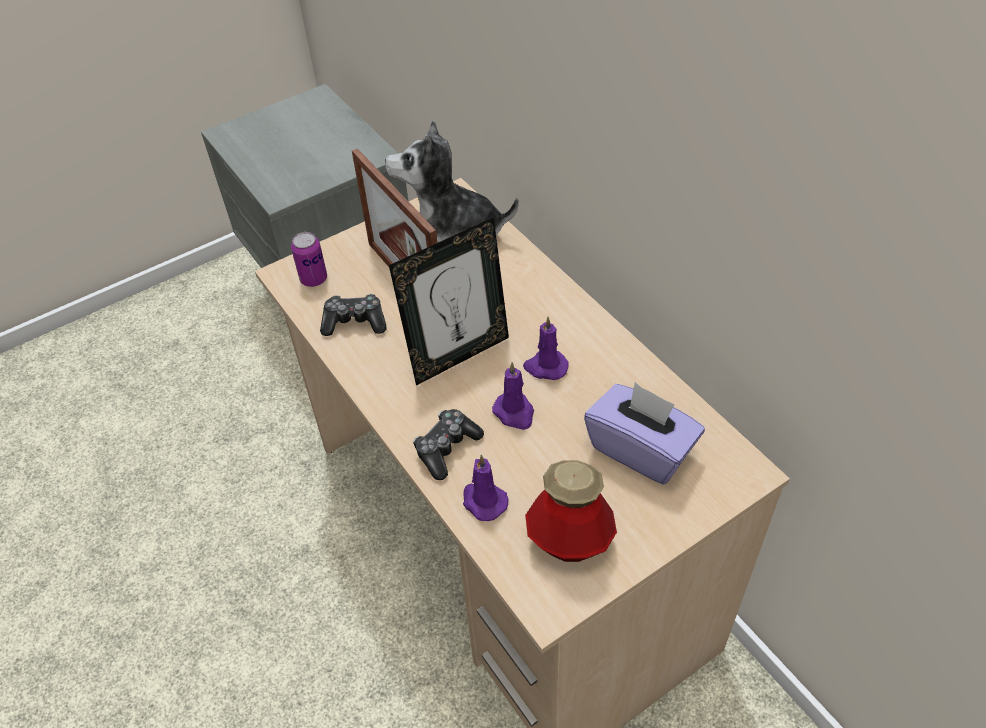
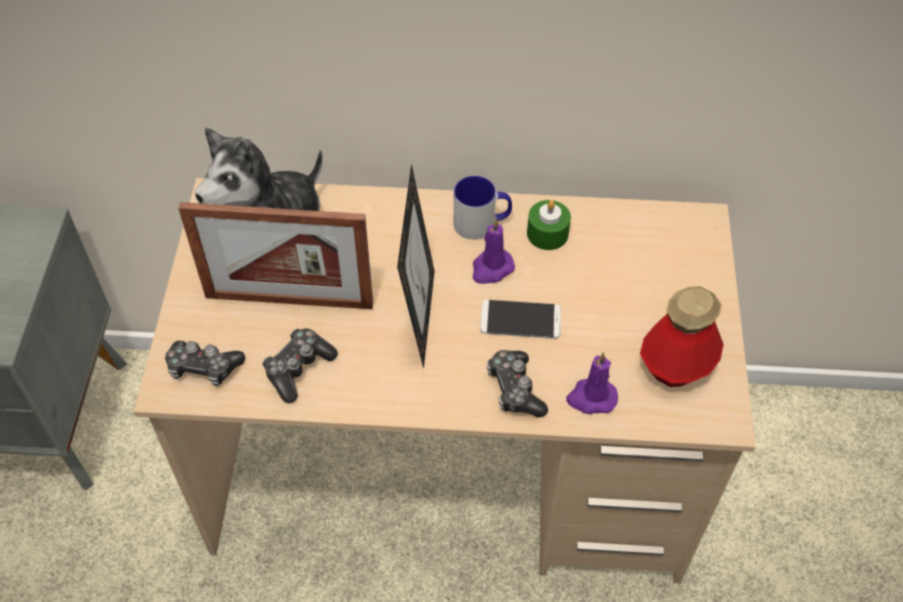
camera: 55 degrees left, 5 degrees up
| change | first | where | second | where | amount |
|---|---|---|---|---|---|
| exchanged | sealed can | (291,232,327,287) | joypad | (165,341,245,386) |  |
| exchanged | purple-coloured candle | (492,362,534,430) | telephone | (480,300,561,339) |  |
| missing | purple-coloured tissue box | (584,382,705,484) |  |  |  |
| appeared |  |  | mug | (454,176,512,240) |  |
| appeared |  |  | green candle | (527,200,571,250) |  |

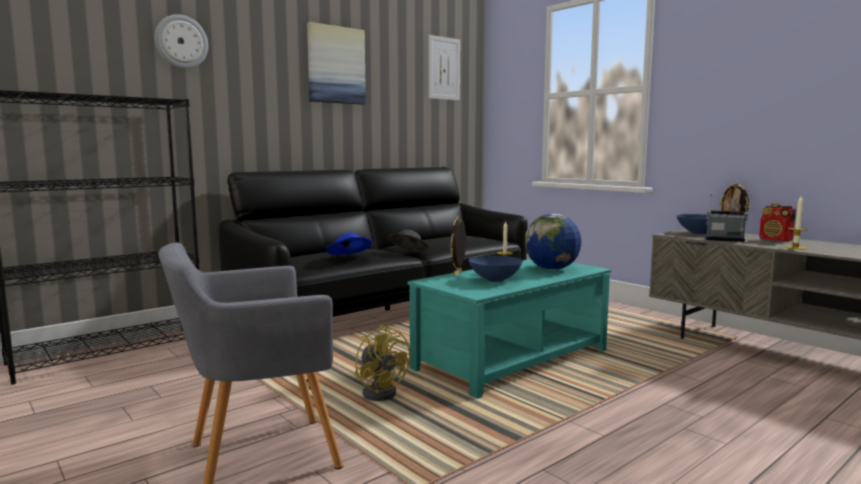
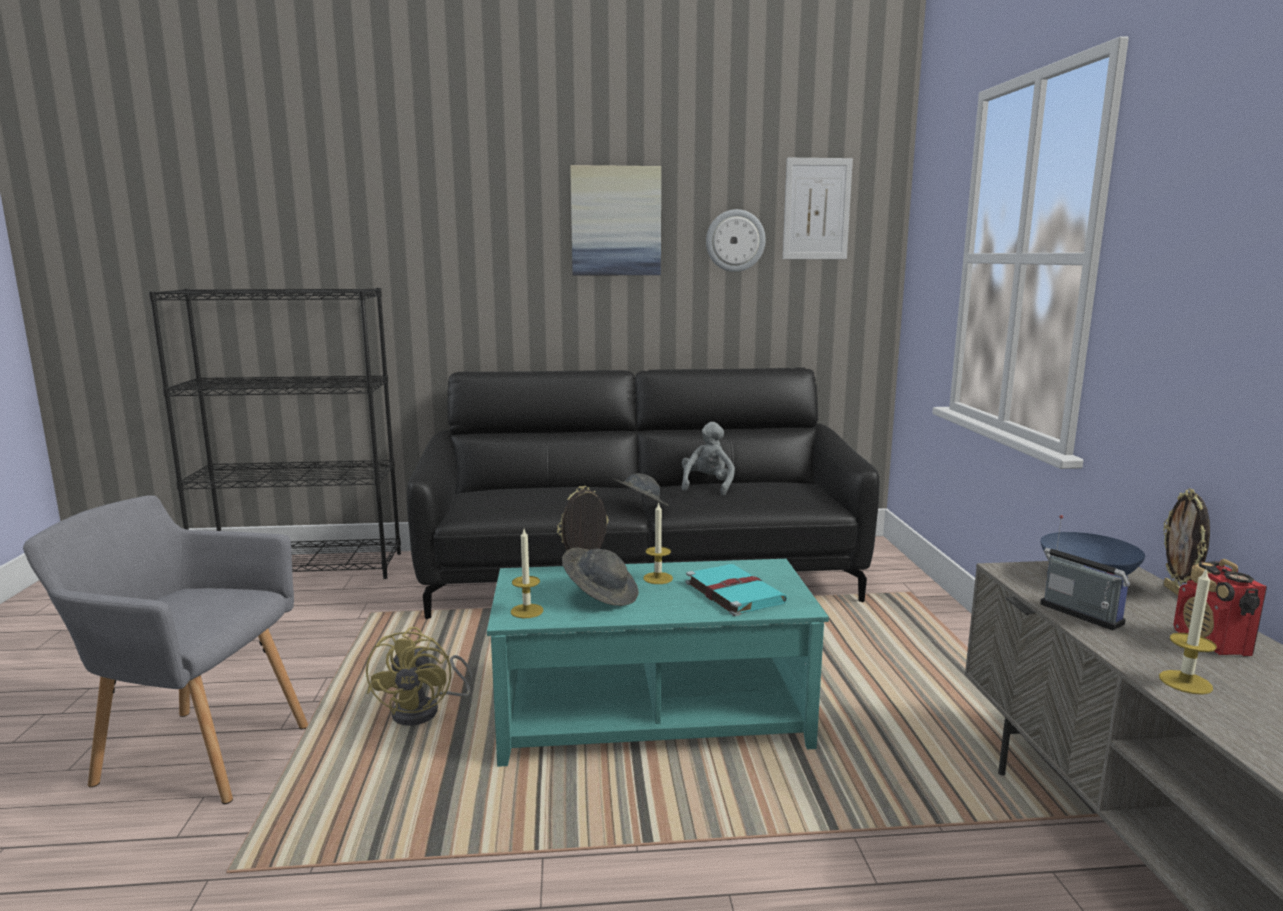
camera: 35 degrees right, 5 degrees up
| change | first | where | second | where | amount |
|---|---|---|---|---|---|
| relocated | hanging clock | (155,14,208,69) |  | (706,209,766,272) |  |
| exchanged | globe | (525,214,581,270) | turquoise bound book | (686,564,787,616) |  |
| missing | blue-coloured wearable hat | (326,233,372,255) |  |  |  |
| exchanged | blue-coloured serving bowl | (469,256,523,282) | greyish wearable hat | (562,547,639,606) |  |
| appeared |  |  | greyish soft toy | (682,422,735,496) |  |
| appeared |  |  | candle | (511,529,543,618) |  |

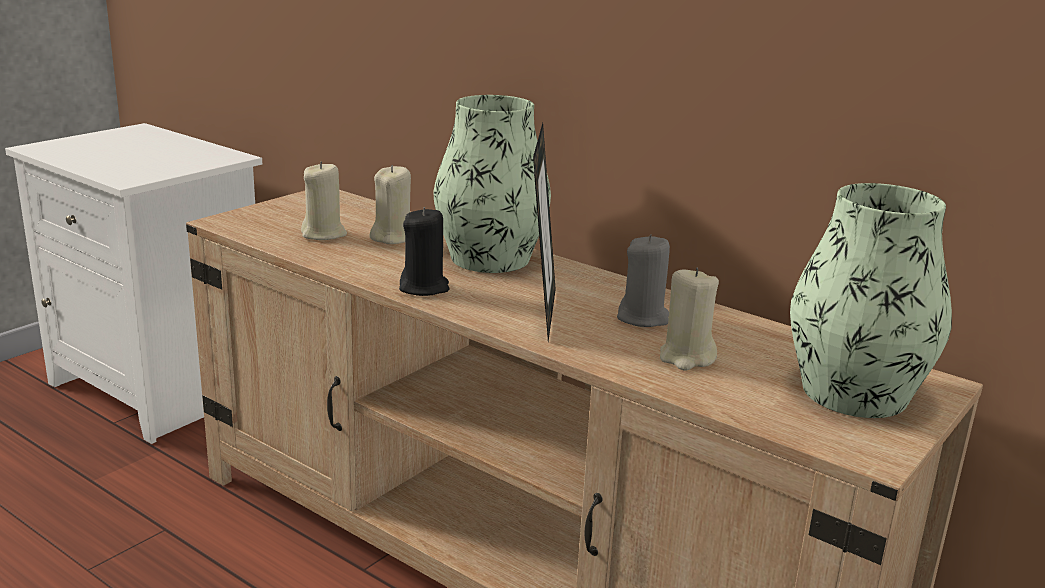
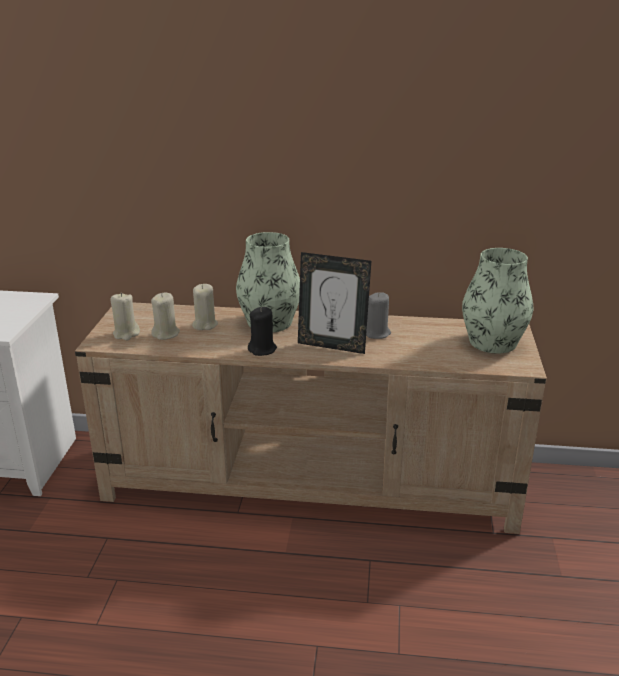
camera: 30 degrees left, 5 degrees up
| change | first | where | second | where | amount |
|---|---|---|---|---|---|
| spun | photo frame | (533,123,556,341) |  | (298,252,371,354) | 135 degrees clockwise |
| relocated | beige-coloured candle | (660,267,719,371) |  | (110,293,140,340) |  |

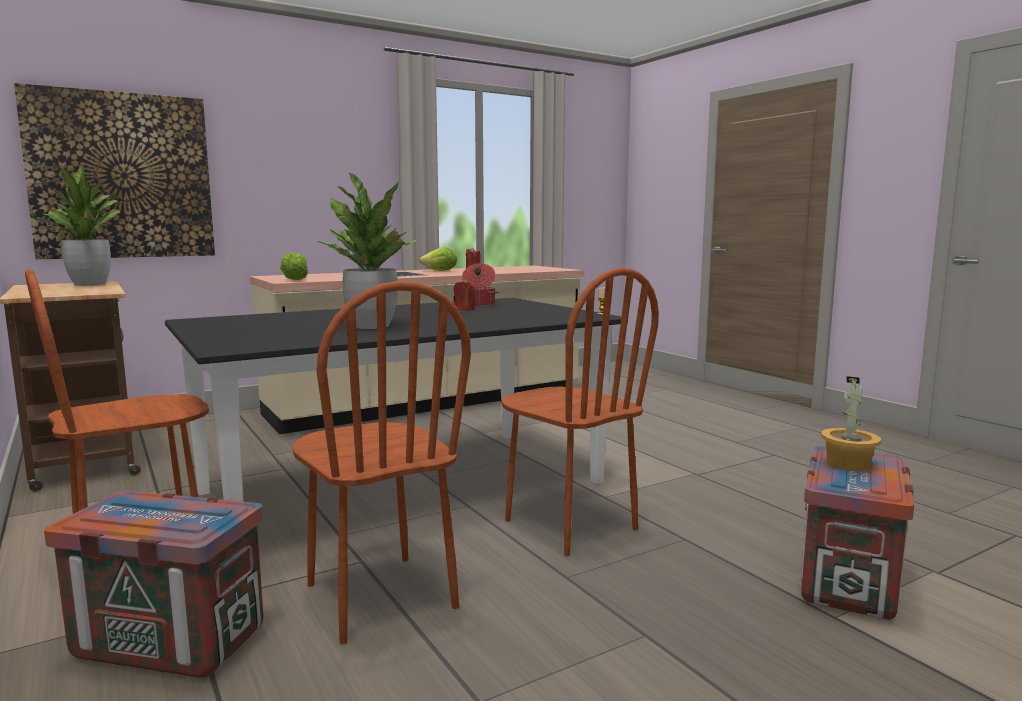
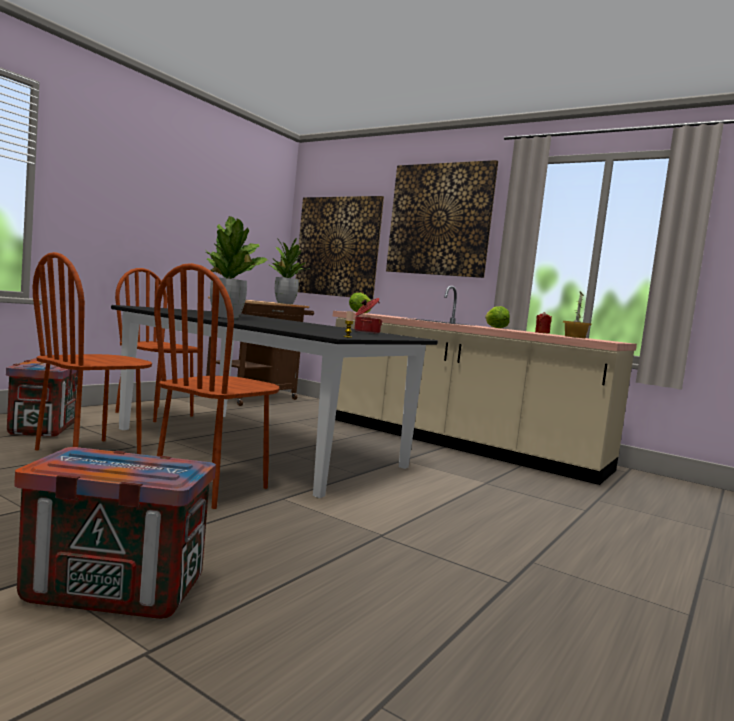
camera: 65 degrees right, 5 degrees down
| change | first | where | second | where | amount |
|---|---|---|---|---|---|
| missing | reddish candle | (454,279,475,311) |  |  |  |
| relocated | potted plant | (821,376,881,471) |  | (563,292,591,338) |  |
| appeared |  |  | wall picture | (386,160,498,278) |  |

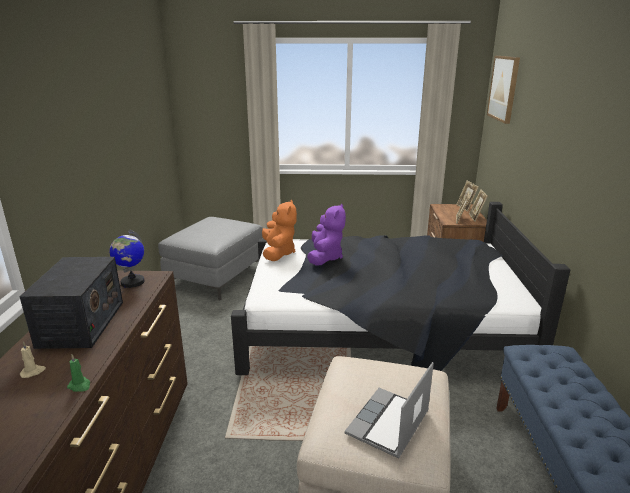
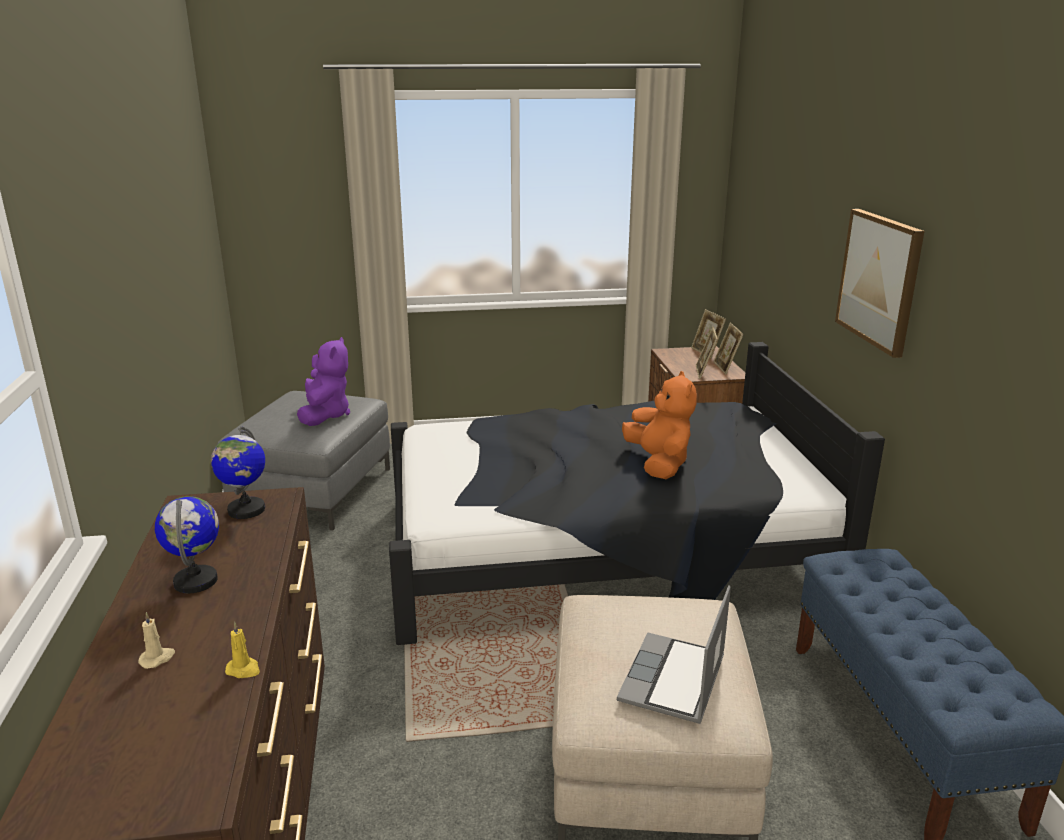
camera: 10 degrees left, 0 degrees up
| change | first | where | second | where | amount |
|---|---|---|---|---|---|
| relocated | wall picture | (487,56,520,124) |  | (835,209,924,358) |  |
| relocated | orange-coloured soft toy | (262,200,297,261) |  | (622,371,697,479) |  |
| relocated | purple-coloured soft toy | (307,204,346,266) |  | (297,337,350,426) |  |
| exchanged | radio | (19,257,123,349) | globe | (155,496,219,594) |  |
| colour | green candle | (67,354,90,392) | yellowish candle | (225,622,260,678) |  |

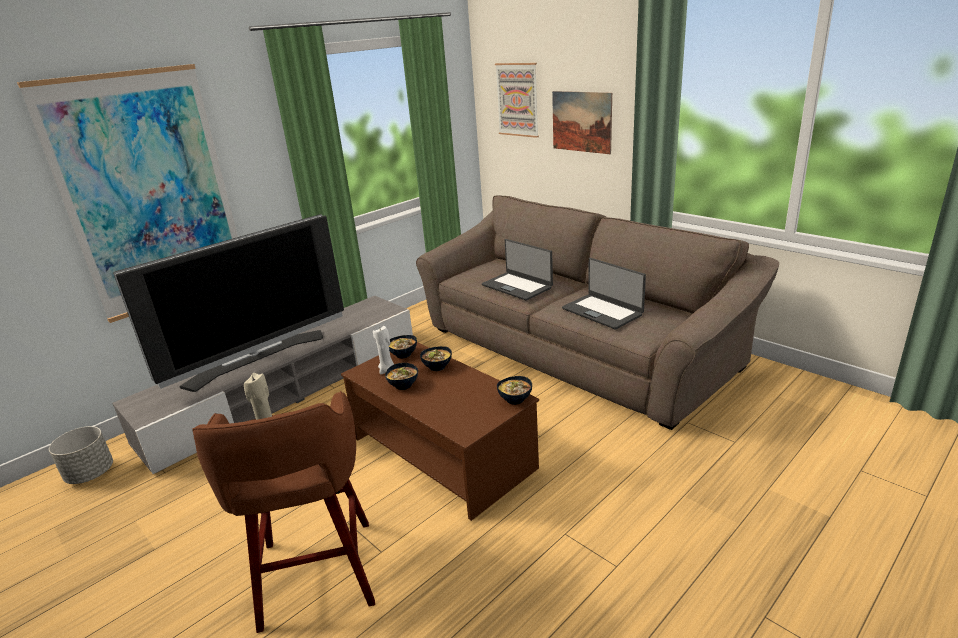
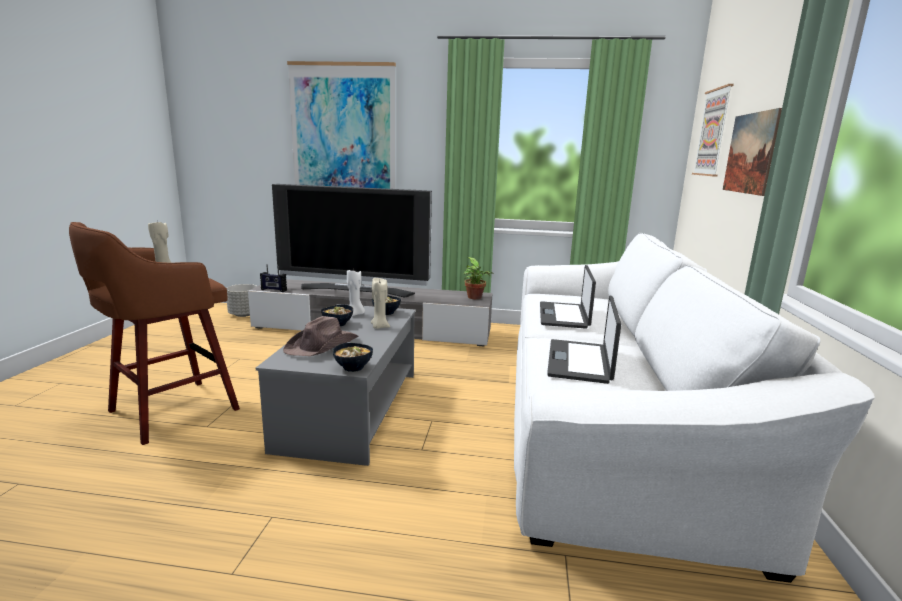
camera: 50 degrees right, 10 degrees down
| change | first | where | second | where | amount |
|---|---|---|---|---|---|
| colour | brownish couch | (416,195,779,430) | whitish couch | (514,233,875,583) |  |
| colour | brownish low table | (341,342,539,521) | greyish low table | (256,304,416,466) |  |
| exchanged | serving bowl | (420,346,452,371) | beige-coloured candle | (371,278,390,329) |  |
| appeared |  |  | potted plant | (464,257,494,299) |  |
| appeared |  |  | radio | (260,264,287,292) |  |
| appeared |  |  | brownish wearable hat | (283,316,359,356) |  |

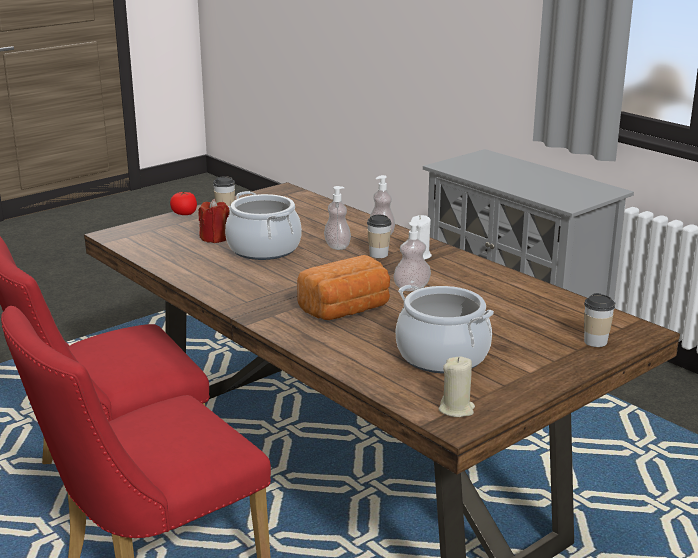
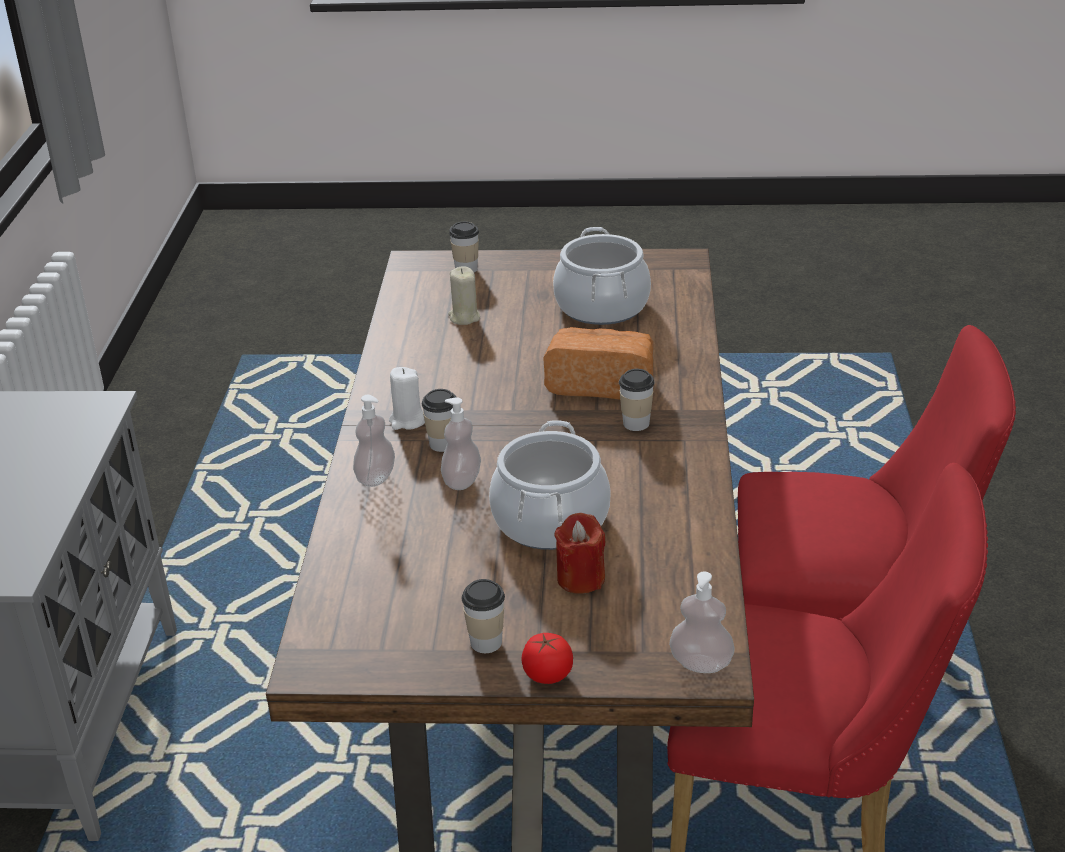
camera: 135 degrees left, 10 degrees up
| change | first | where | second | where | amount |
|---|---|---|---|---|---|
| relocated | liquid soap bottle | (393,222,431,291) |  | (669,571,735,673) |  |
| relocated | beige-coloured candle | (438,357,475,417) |  | (448,266,480,325) |  |
| appeared |  |  | cup | (619,369,654,431) |  |

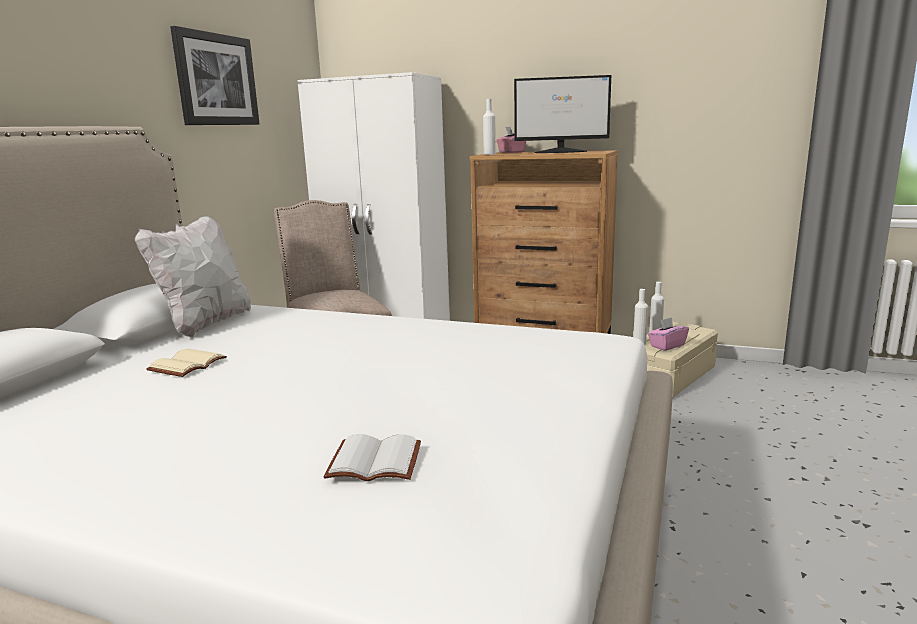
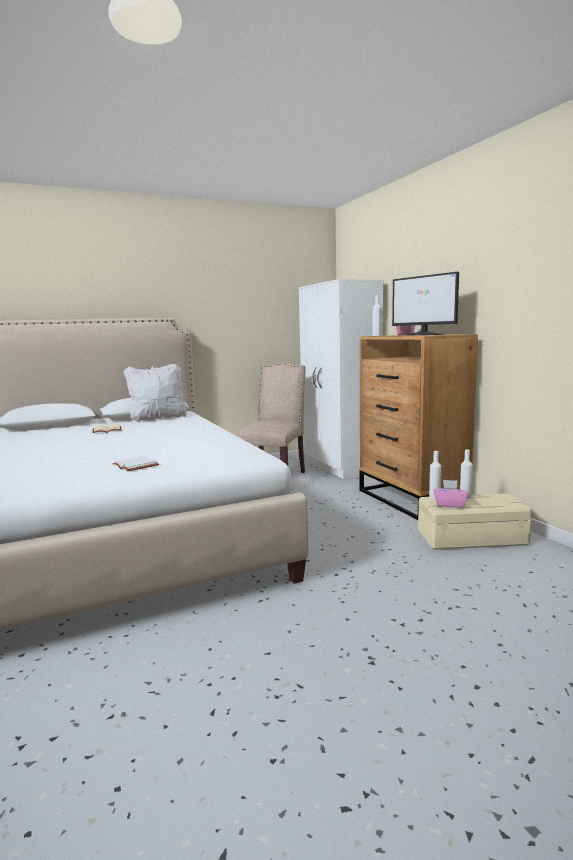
camera: 45 degrees right, 5 degrees down
| change | first | where | second | where | amount |
|---|---|---|---|---|---|
| missing | wall picture | (170,26,260,125) |  |  |  |
| relocated | whitish bound book | (323,434,421,481) |  | (113,456,159,471) |  |

